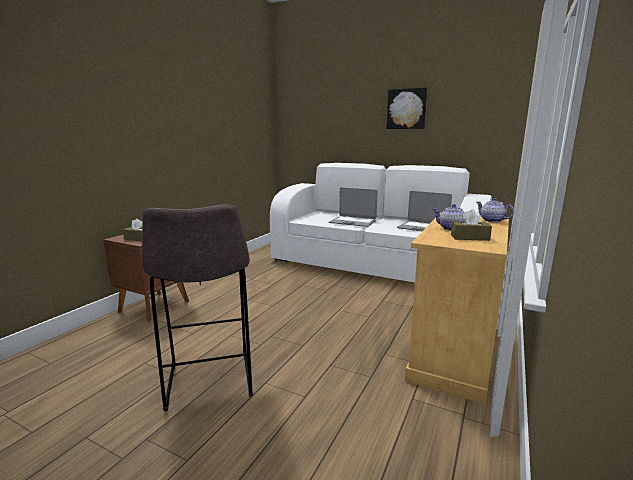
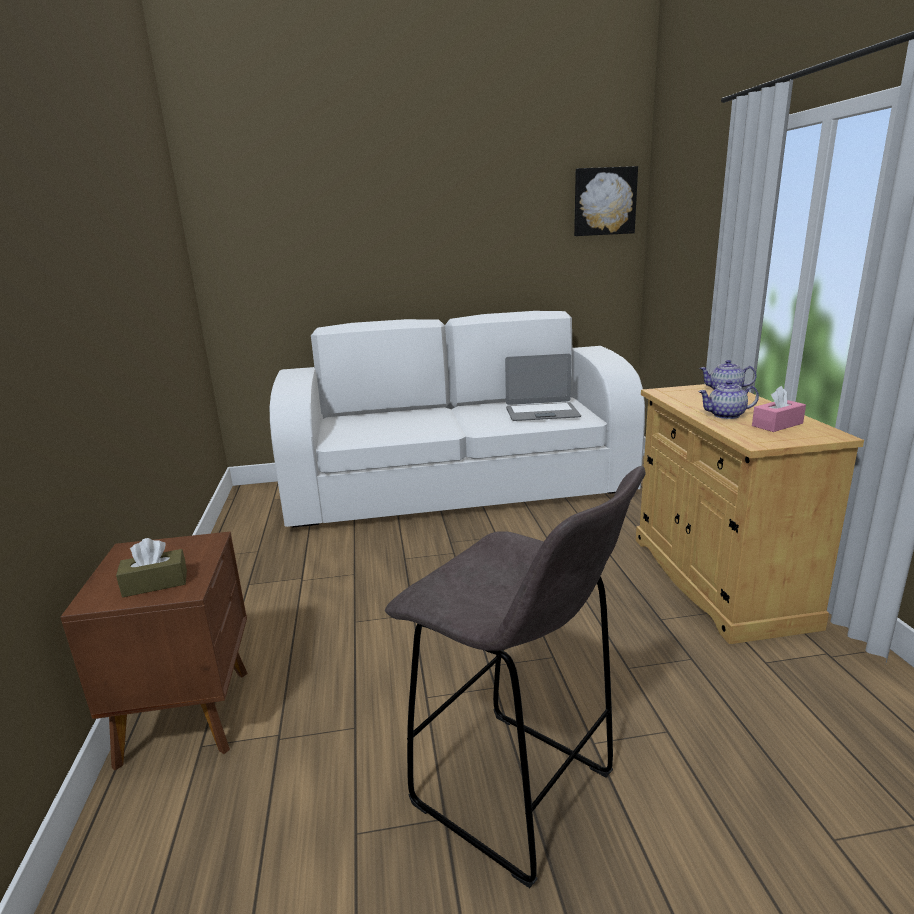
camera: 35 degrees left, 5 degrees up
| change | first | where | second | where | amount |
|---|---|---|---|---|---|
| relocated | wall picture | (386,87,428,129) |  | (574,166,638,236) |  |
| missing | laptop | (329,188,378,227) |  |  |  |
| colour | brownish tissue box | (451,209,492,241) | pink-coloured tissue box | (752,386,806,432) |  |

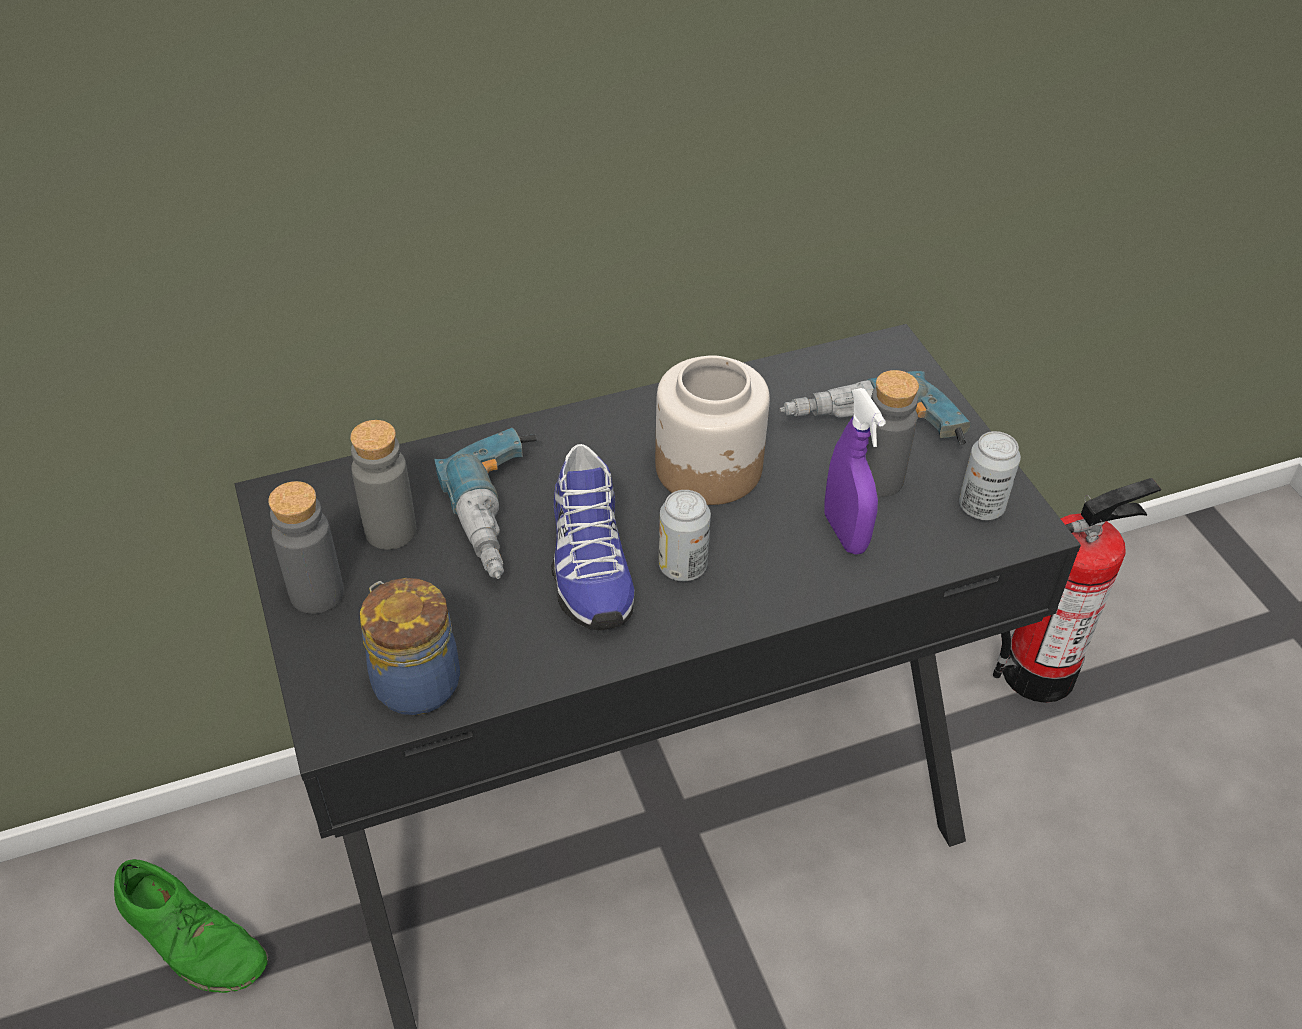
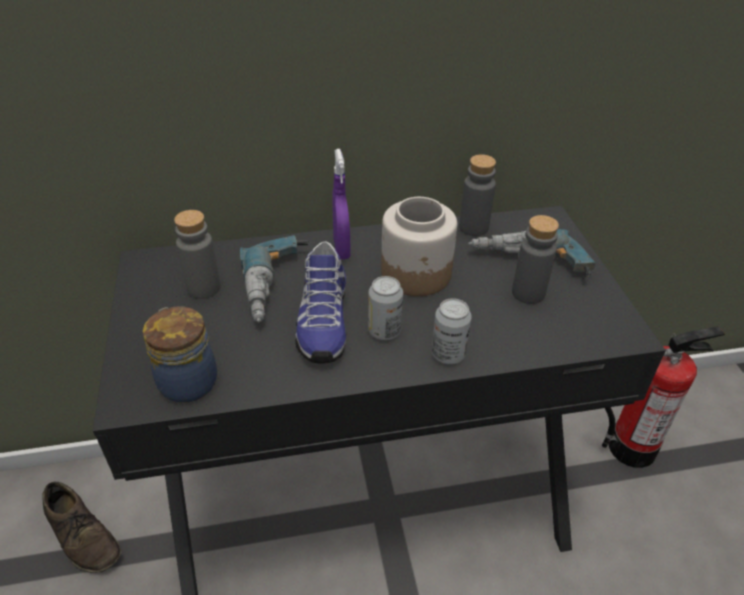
camera: 10 degrees right, 5 degrees down
| change | first | where | second | where | amount |
|---|---|---|---|---|---|
| relocated | purple-coloured spray bottle | (824,388,886,555) |  | (332,149,351,259) |  |
| relocated | sealed can | (959,431,1021,520) |  | (432,298,472,364) |  |
| relocated | greyish beverage bottle | (268,481,344,614) |  | (459,154,496,236) |  |
| colour | green shoe | (114,859,268,993) | brownish shoe | (43,482,121,573) |  |

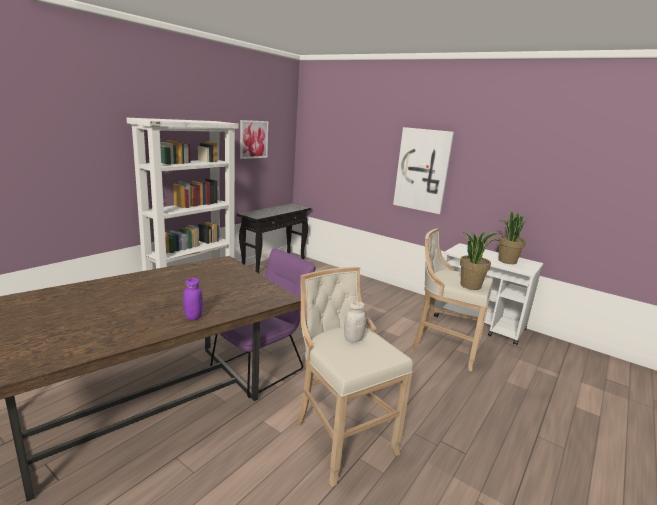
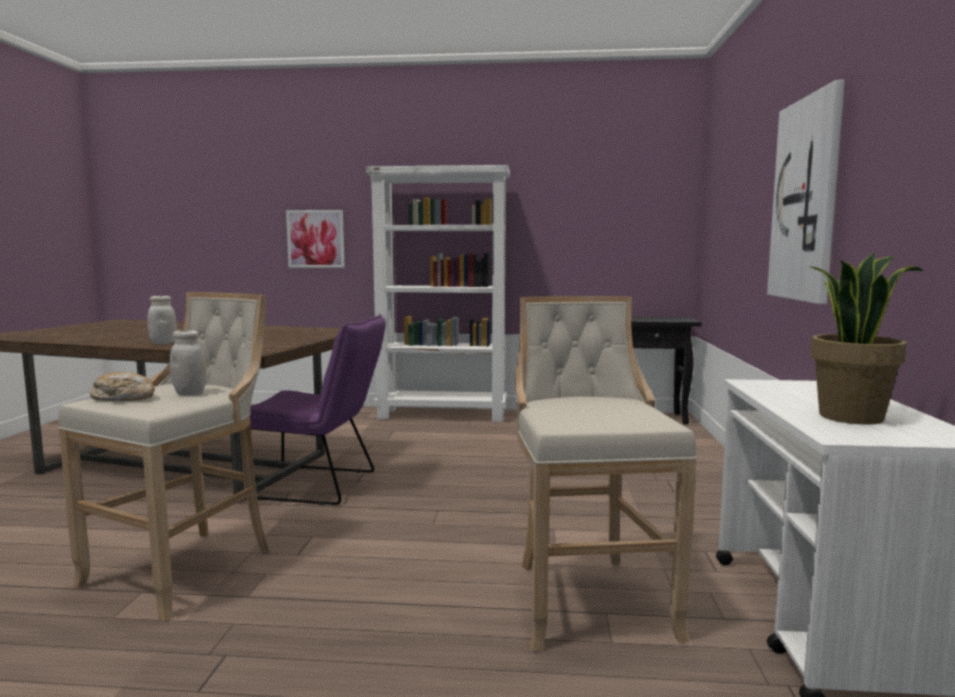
camera: 60 degrees right, 10 degrees down
| change | first | where | second | where | amount |
|---|---|---|---|---|---|
| relocated | wall picture | (240,120,268,159) |  | (286,210,344,268) |  |
| missing | potted plant | (460,232,499,290) |  |  |  |
| colour | purple-coloured jar | (183,278,203,320) | whitish jar | (147,296,177,344) |  |
| appeared |  |  | bread | (90,372,155,401) |  |

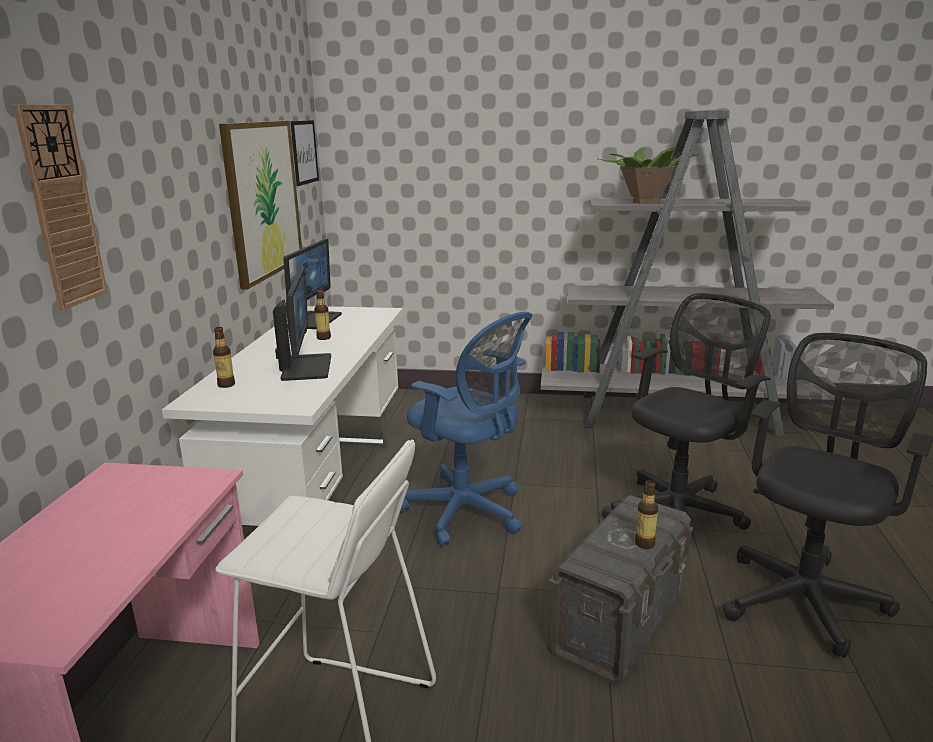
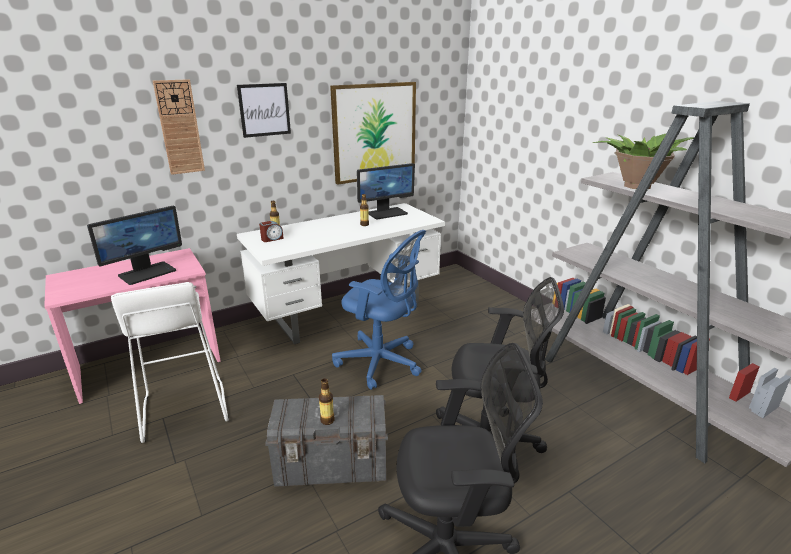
camera: 50 degrees right, 5 degrees up
| change | first | where | second | where | amount |
|---|---|---|---|---|---|
| relocated | wall picture | (290,120,319,186) |  | (237,83,291,138) |  |
| relocated | computer screen | (273,267,331,381) |  | (87,206,182,285) |  |
| spun | blue-coloured office chair | (400,312,532,547) |  | (332,230,426,390) | 60 degrees counterclockwise |
| appeared |  |  | bedside clock | (259,221,284,242) |  |

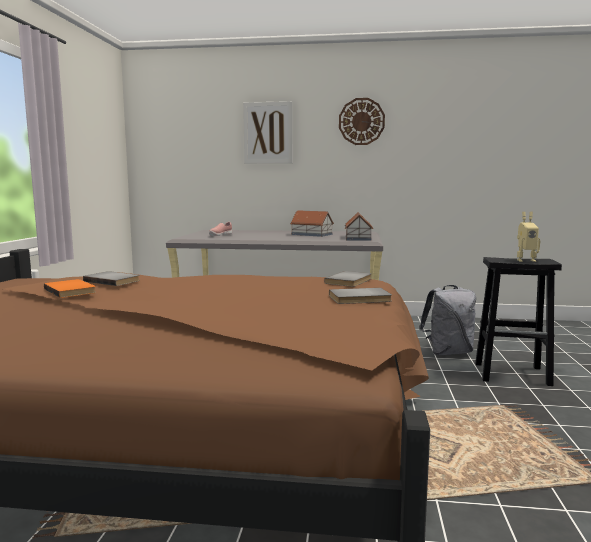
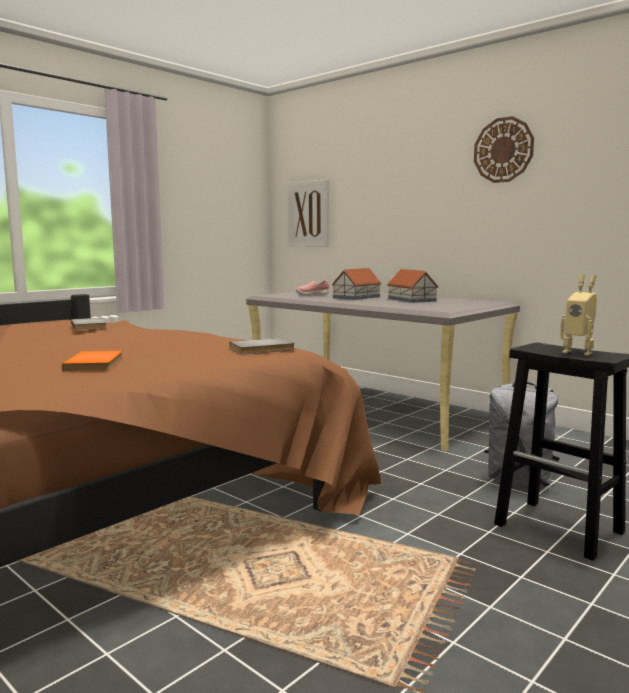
camera: 35 degrees right, 0 degrees up
| change | first | where | second | where | amount |
|---|---|---|---|---|---|
| relocated | wall picture | (243,101,293,163) |  | (288,179,329,247) |  |
| relocated | model house | (345,212,373,241) |  | (331,268,381,300) |  |
| relocated | orange-coloured bound book | (44,279,96,298) |  | (62,351,123,372) |  |
| missing | greyish bound book | (329,288,392,304) |  |  |  |

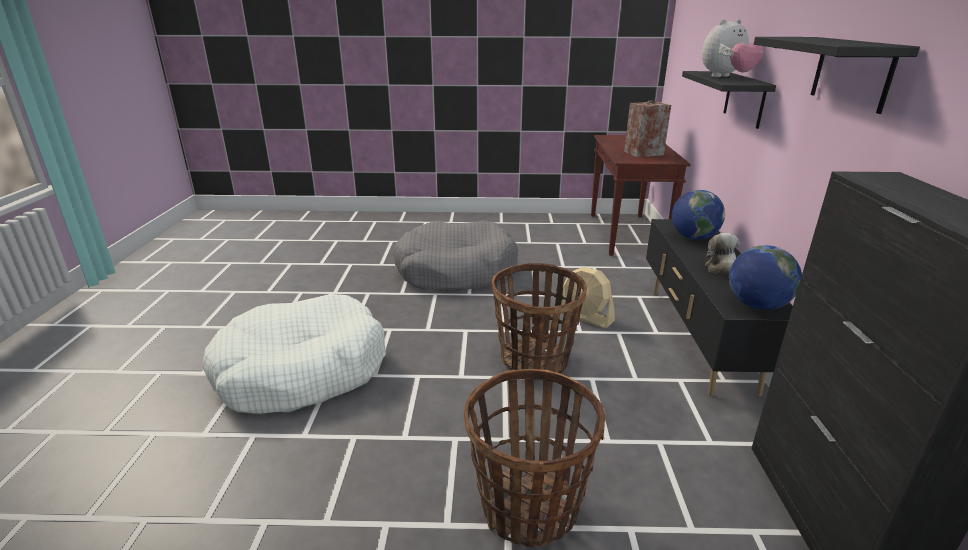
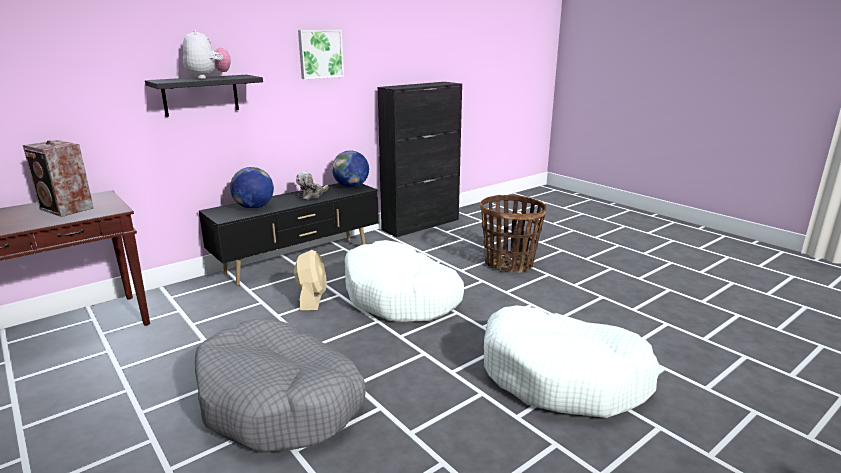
camera: 130 degrees left, 5 degrees down
| change | first | where | second | where | amount |
|---|---|---|---|---|---|
| spun | soft toy | (702,19,764,77) |  | (183,30,231,79) | 45 degrees clockwise |
| exchanged | blackish wall shelf | (754,37,920,114) | wall picture | (298,30,344,79) |  |
| exchanged | household basket | (492,263,587,381) | whitish dog cushion | (345,240,464,322) |  |

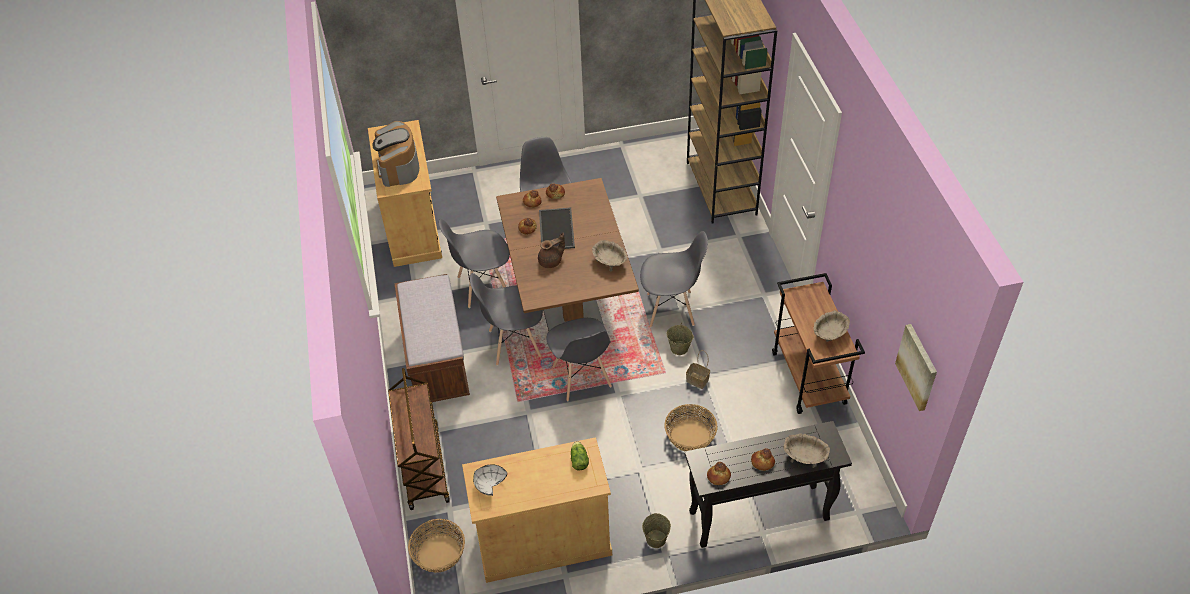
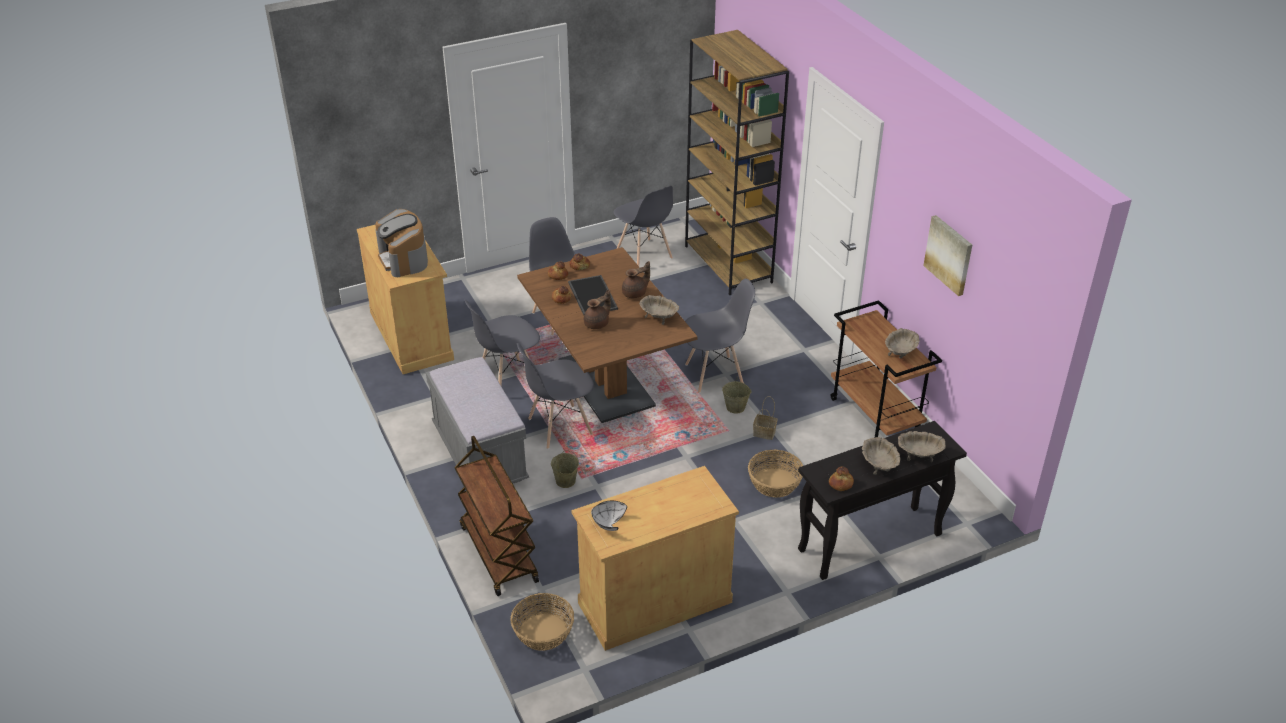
camera: 15 degrees left, 10 degrees down
| change | first | where | second | where | amount |
|---|---|---|---|---|---|
| colour | brownish bench | (394,274,470,402) | greyish bench | (426,357,529,483) |  |
| relocated | greyish chair | (546,318,612,401) |  | (613,186,673,266) |  |
| relocated | wall picture | (895,324,937,411) |  | (923,215,972,296) |  |
| missing | head of lettuce | (571,441,589,470) |  |  |  |
| exchanged | bread | (751,448,775,471) | beige-coloured serving bowl | (862,437,900,475) |  |
| relocated | beige-coloured pail | (642,513,671,548) |  | (551,450,579,488) |  |
| appeared |  |  | brownish tea pot | (622,261,650,298) |  |

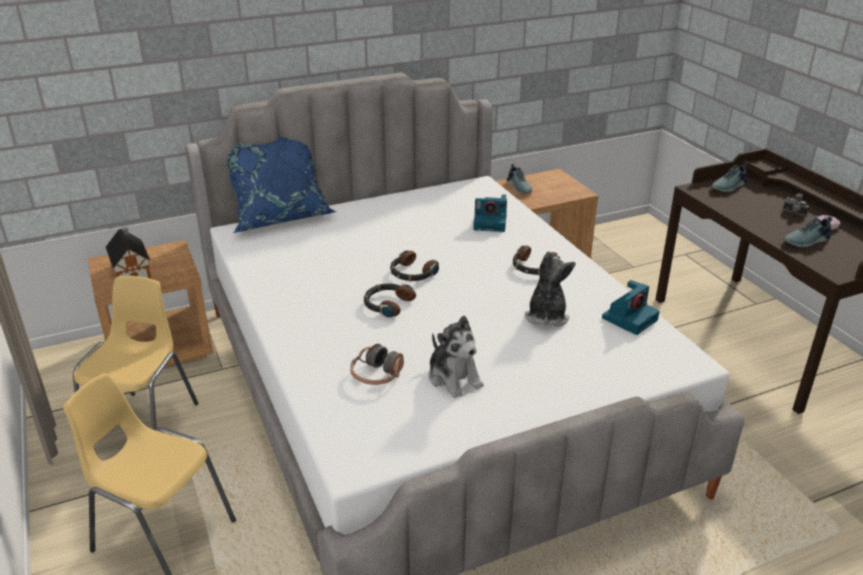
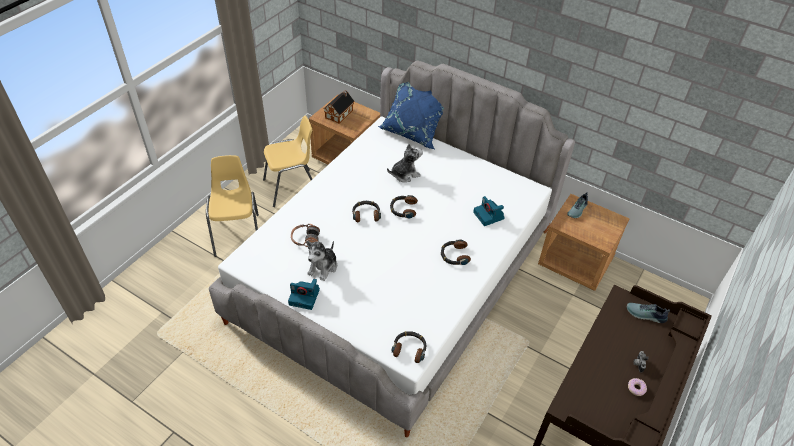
camera: 55 degrees right, 15 degrees up
| change | first | where | second | where | amount |
|---|---|---|---|---|---|
| missing | shoe | (783,216,832,247) |  |  |  |
| relocated | soft toy | (525,251,576,327) |  | (387,143,423,182) |  |
| relocated | photo camera | (602,280,660,335) |  | (288,279,320,310) |  |
| appeared |  |  | headphones | (391,331,426,363) |  |

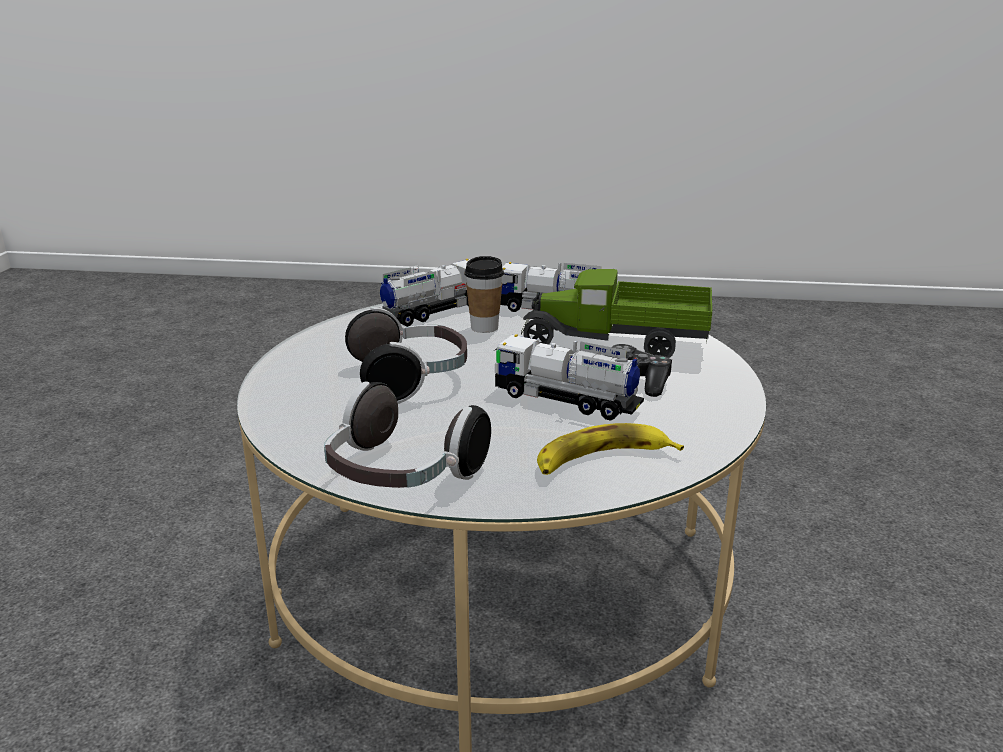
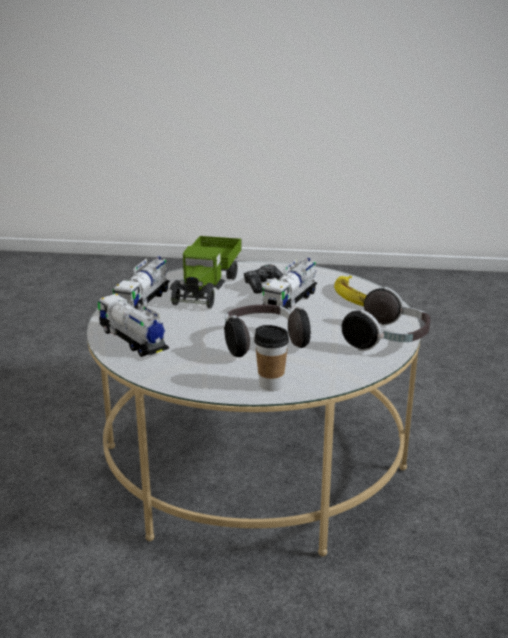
camera: 90 degrees left, 0 degrees up
| change | first | where | second | where | amount |
|---|---|---|---|---|---|
| relocated | cup | (464,256,504,333) |  | (254,325,289,391) |  |

